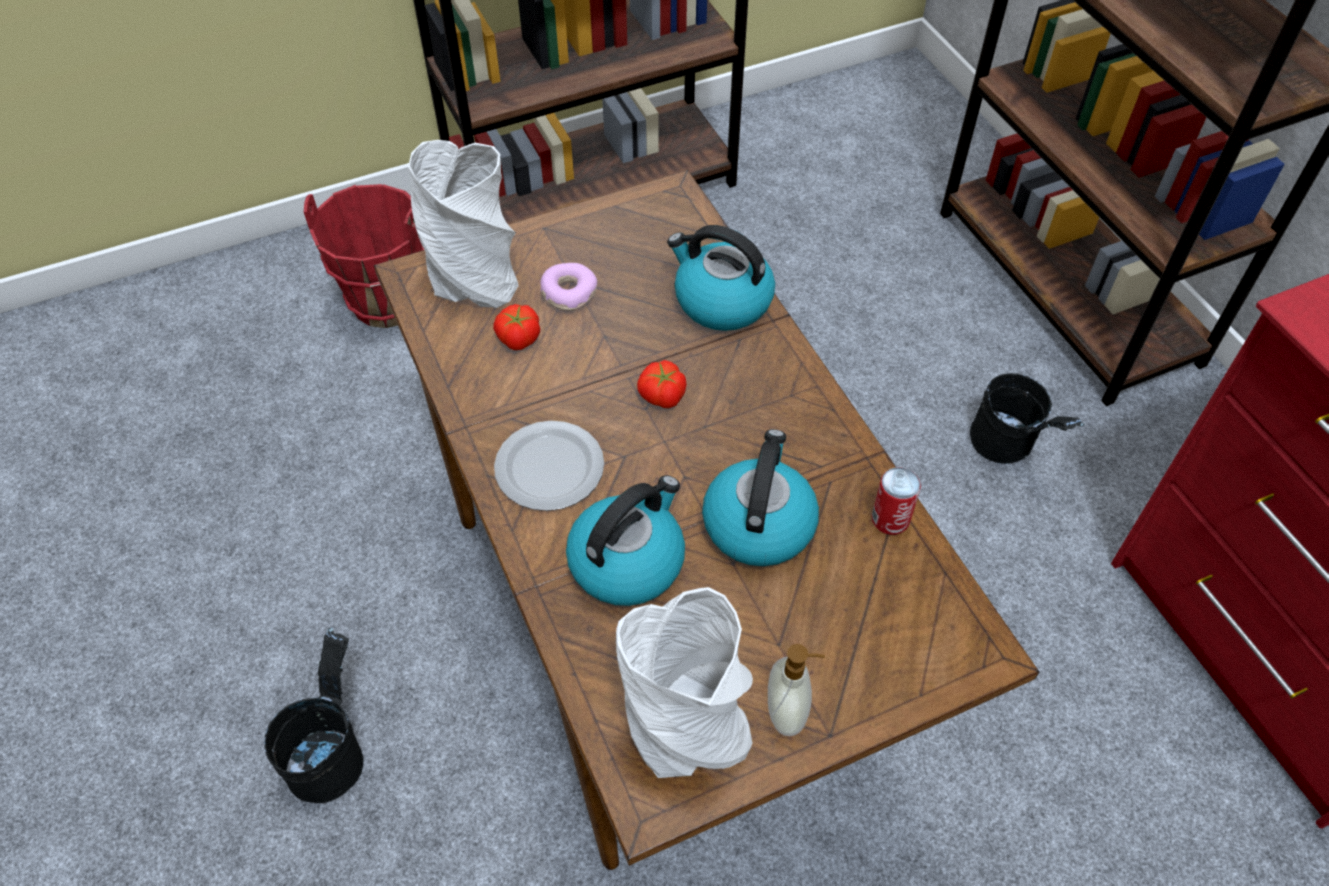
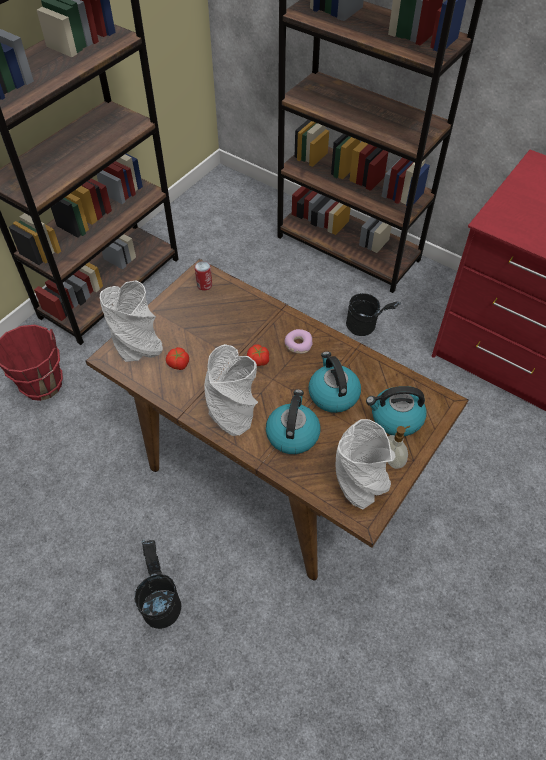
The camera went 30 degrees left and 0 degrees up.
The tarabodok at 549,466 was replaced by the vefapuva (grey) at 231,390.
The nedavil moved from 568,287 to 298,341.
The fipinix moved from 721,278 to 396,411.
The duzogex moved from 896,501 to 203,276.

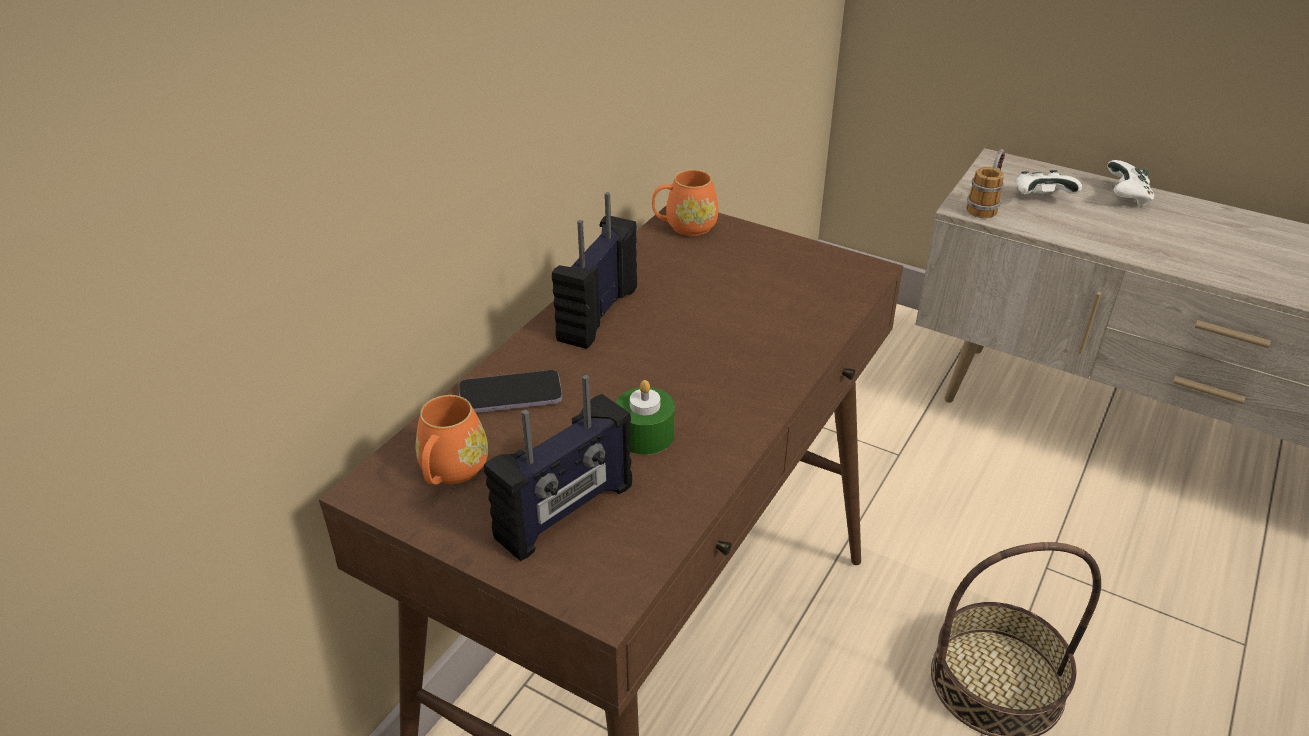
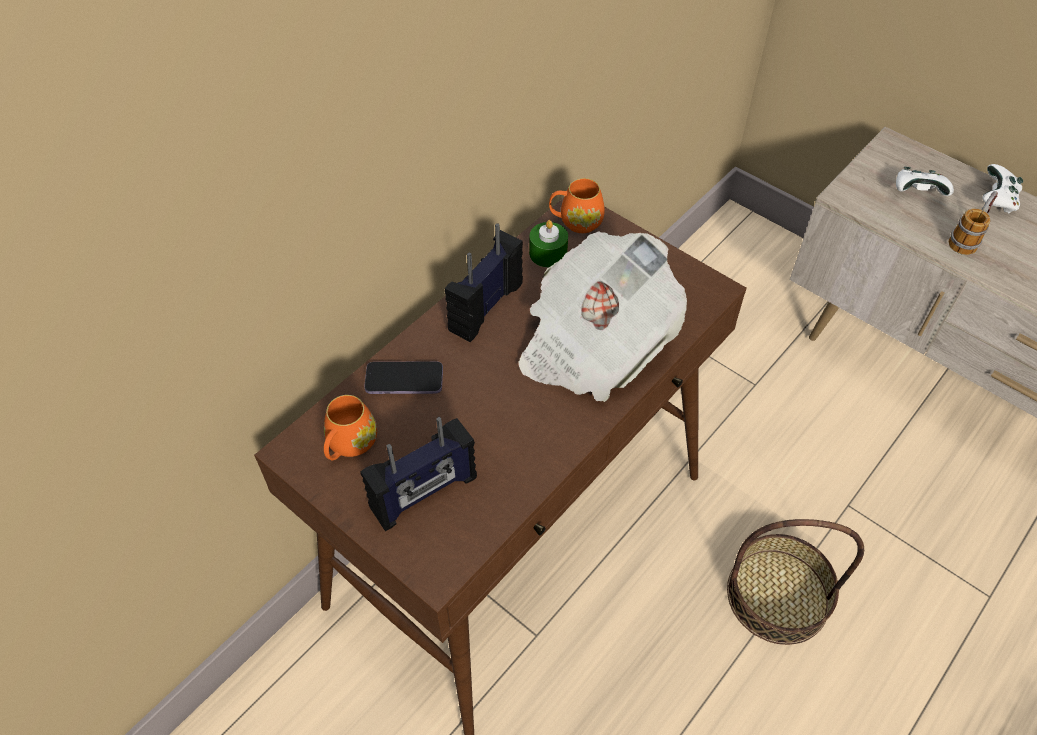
The camera went 10 degrees right and 15 degrees up.
The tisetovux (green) moved from 645,417 to 548,244.
The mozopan moved from 985,183 to 973,223.
The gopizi at 602,317 appeared.

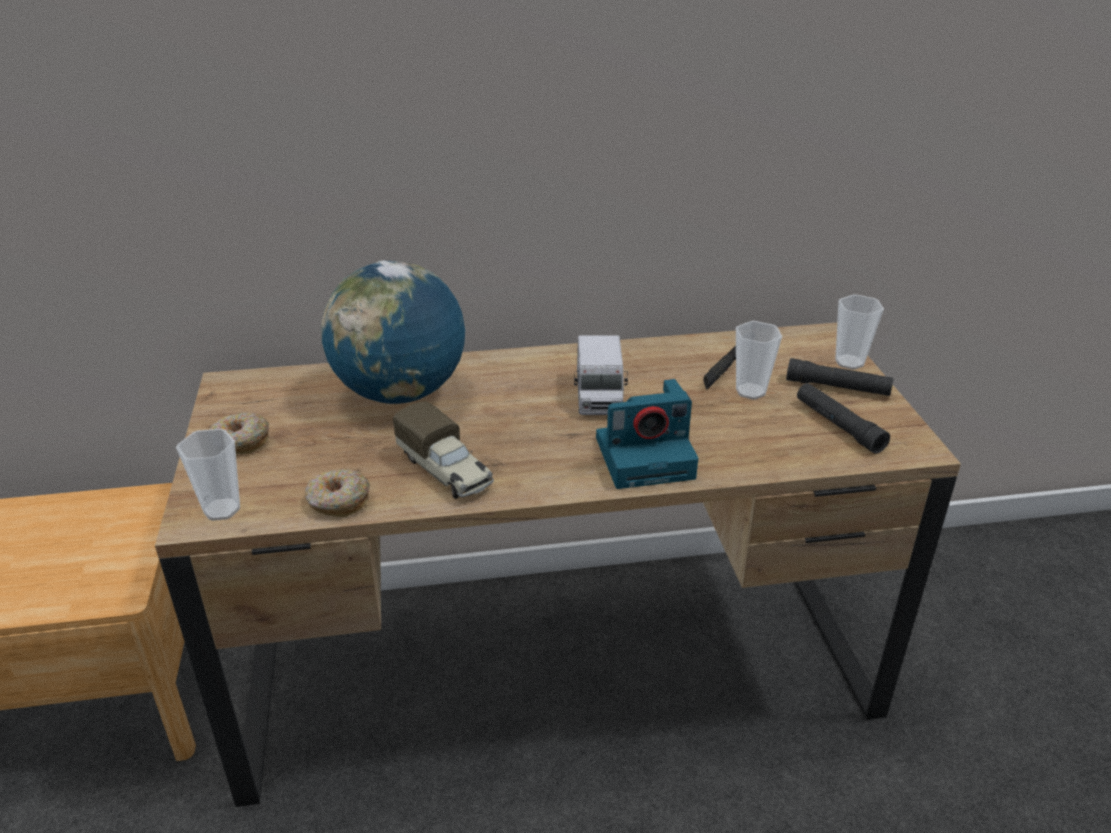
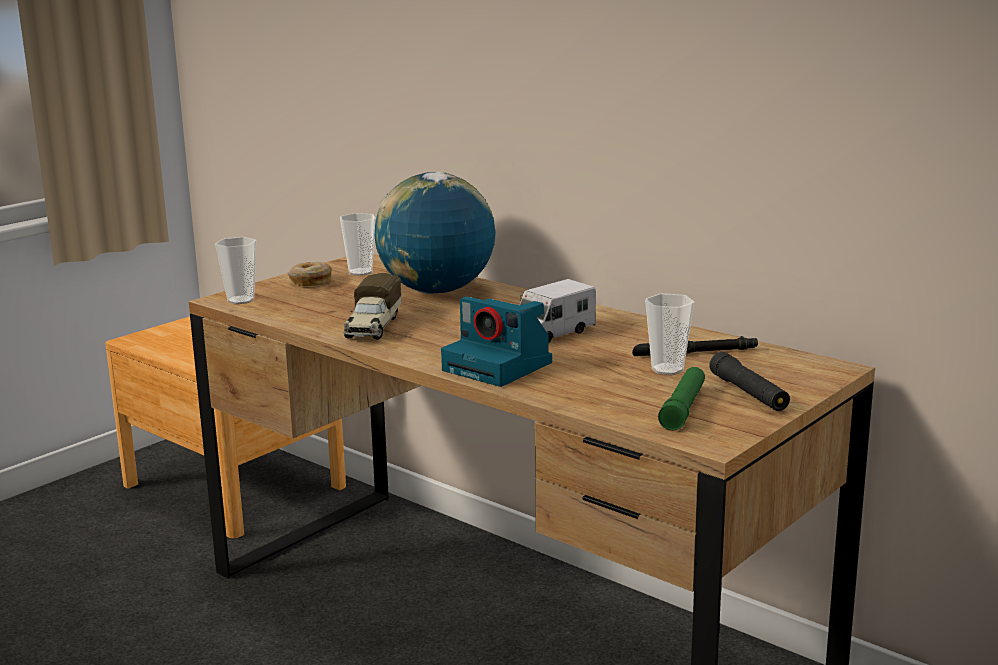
The camera went 50 degrees right and 15 degrees down.
The nedavil at 337,493 disappeared.
The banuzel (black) at 843,418 became the banuzel (green) at 681,399.
The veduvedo moved from 859,332 to 358,244.

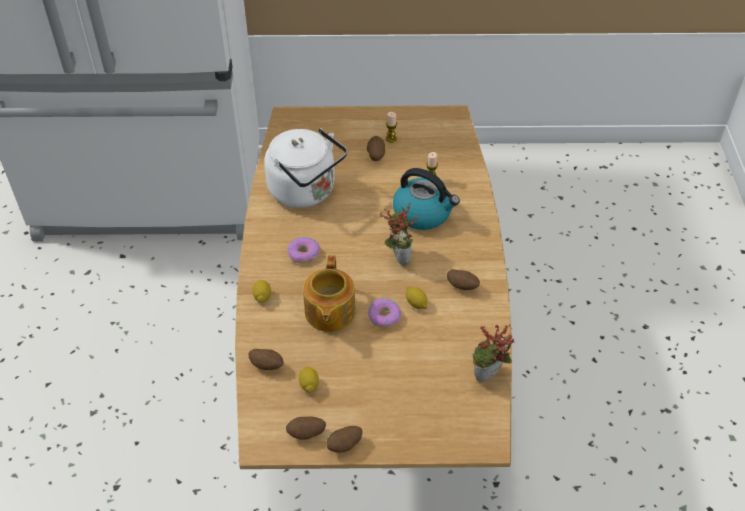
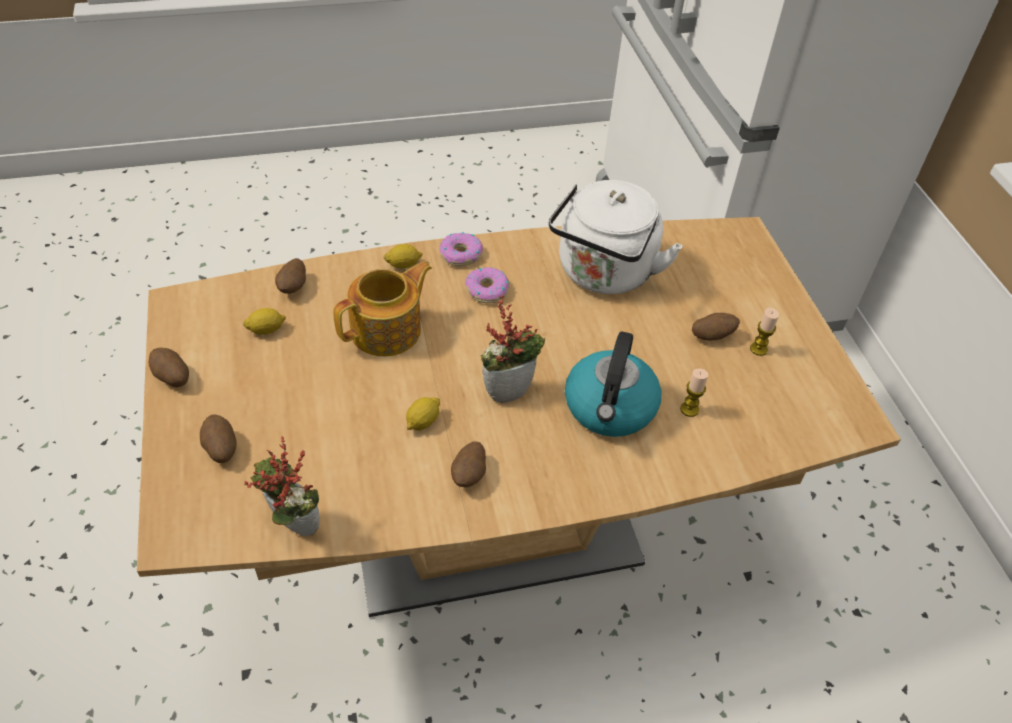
The camera went 75 degrees right and 0 degrees up.
The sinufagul moved from 306,428 to 218,439.
The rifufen at 329,293 turned 150 degrees clockwise.
The nedavil moved from 384,313 to 461,249.

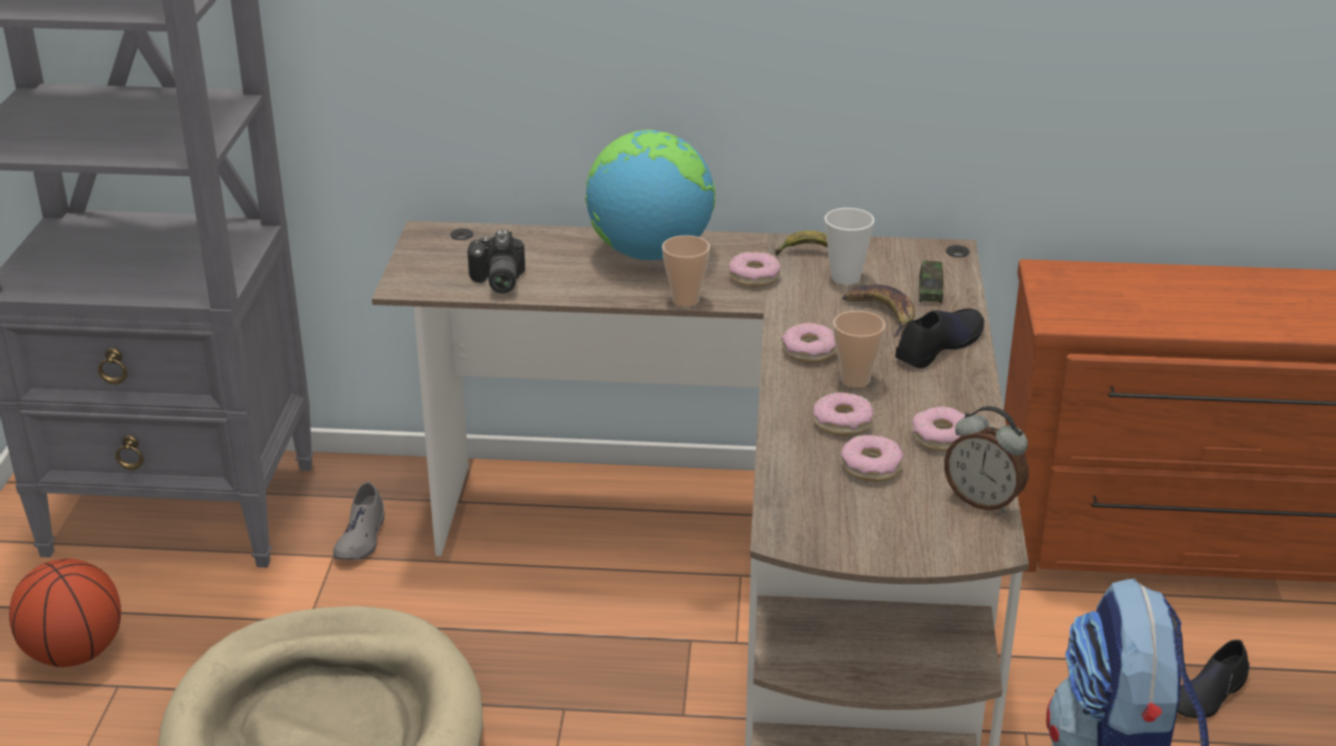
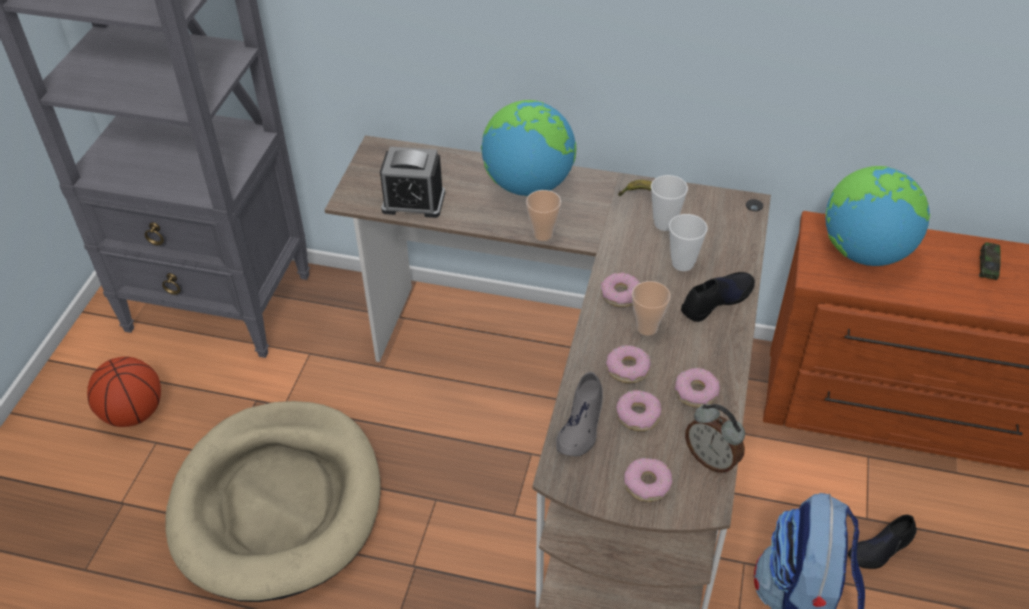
The camera went 10 degrees right and 15 degrees up.
The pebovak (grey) moved from 358,521 to 579,414.
The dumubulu at 496,262 was replaced by the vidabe at 412,182.
The nedavil moved from 755,269 to 648,480.
The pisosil at 878,311 was replaced by the veduvedo at 688,242.
The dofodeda moved from 931,282 to 990,261.
The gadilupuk at 877,216 appeared.

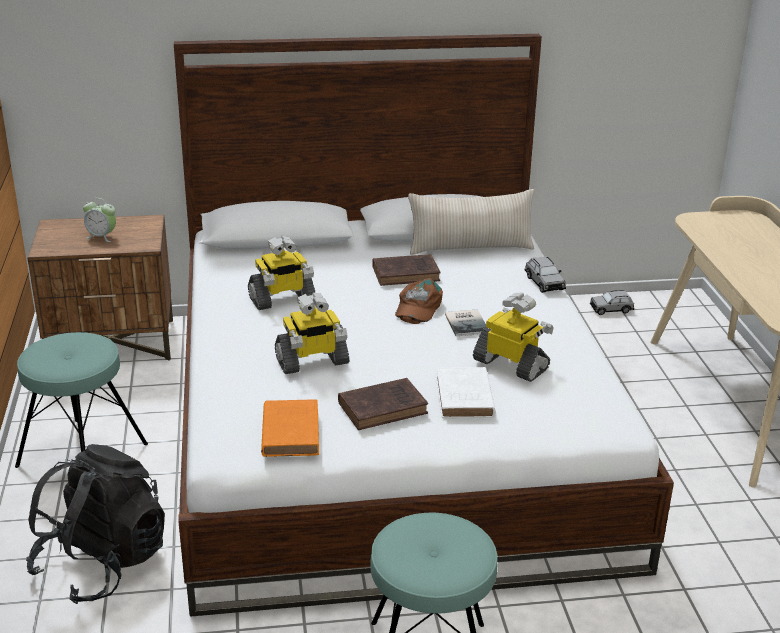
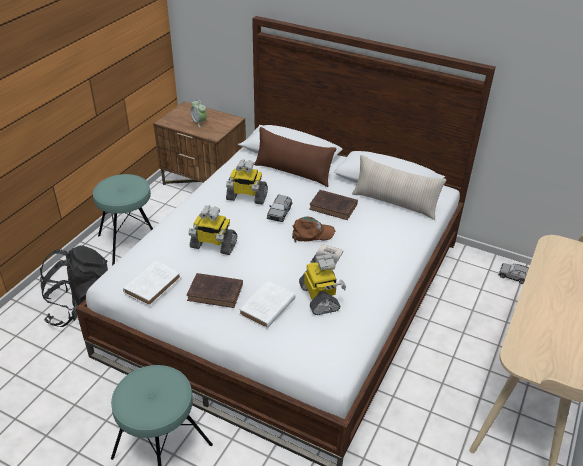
The camera went 35 degrees right and 10 degrees up.
The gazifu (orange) at 290,428 became the gazifu (white) at 152,283.
The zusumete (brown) at 419,301 turned 150 degrees counterclockwise.
The dofodeda (grey) moved from 545,274 to 279,208.
The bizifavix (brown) at 295,157 appeared.

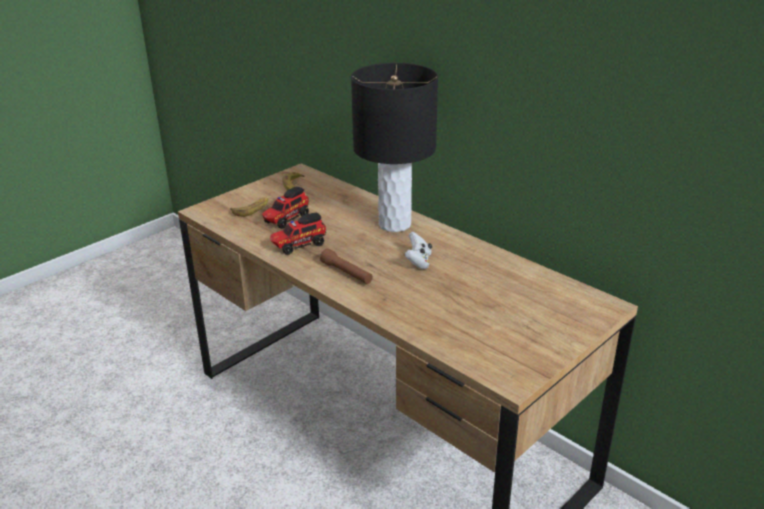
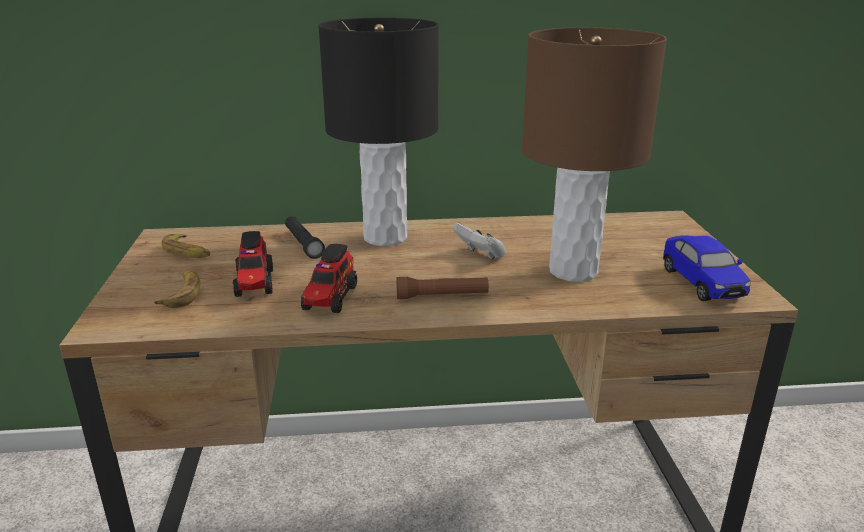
The camera went 50 degrees left and 5 degrees down.
The banuzel (black) at 305,237 appeared.
The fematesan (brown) at 594,154 appeared.
The dofodeda at 707,268 appeared.

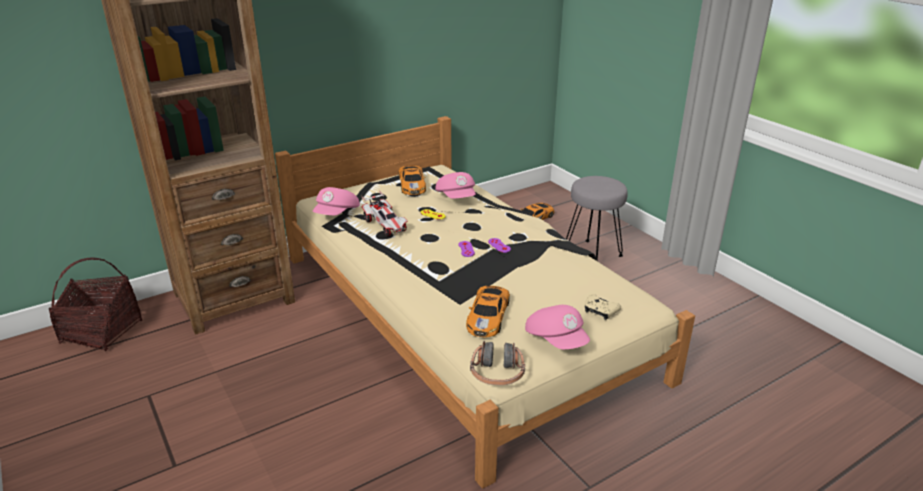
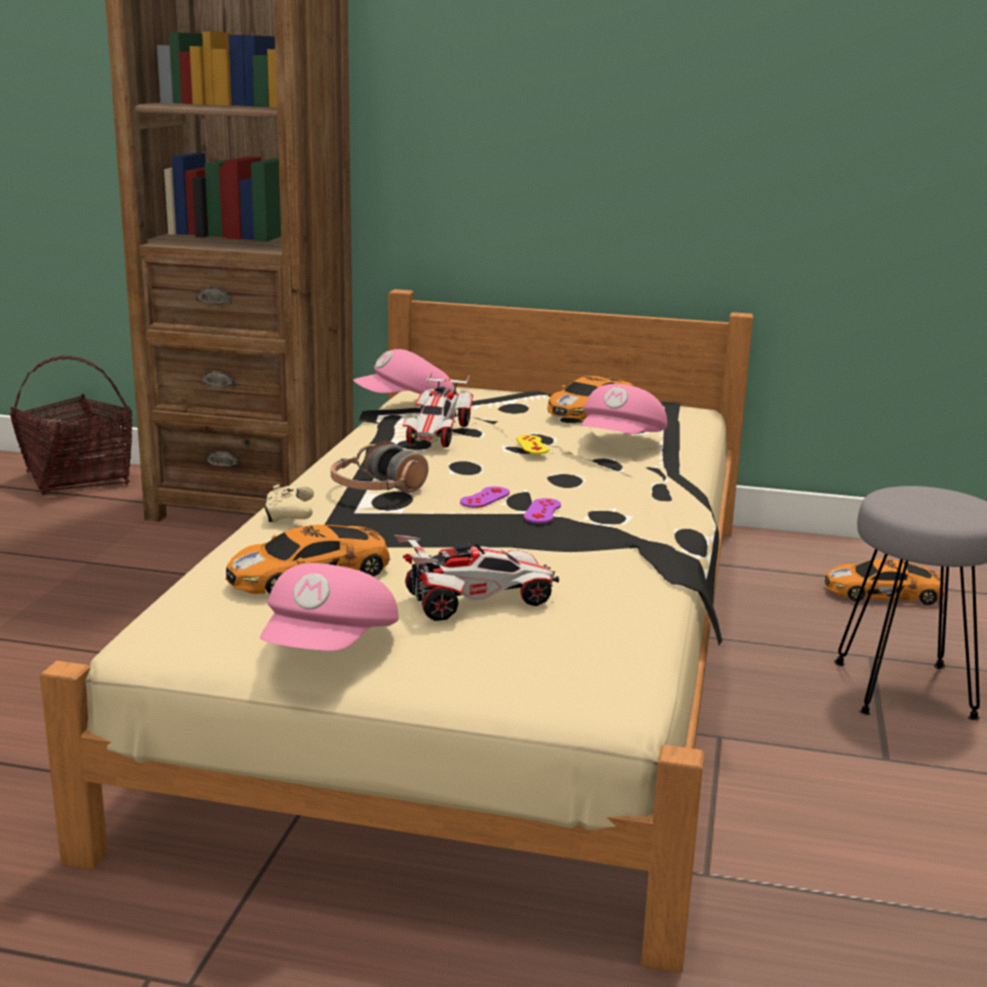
The camera went 45 degrees right and 10 degrees down.
The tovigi moved from 497,363 to 380,467.
The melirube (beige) moved from 603,307 to 289,503.
The dofodeda at 476,578 appeared.

